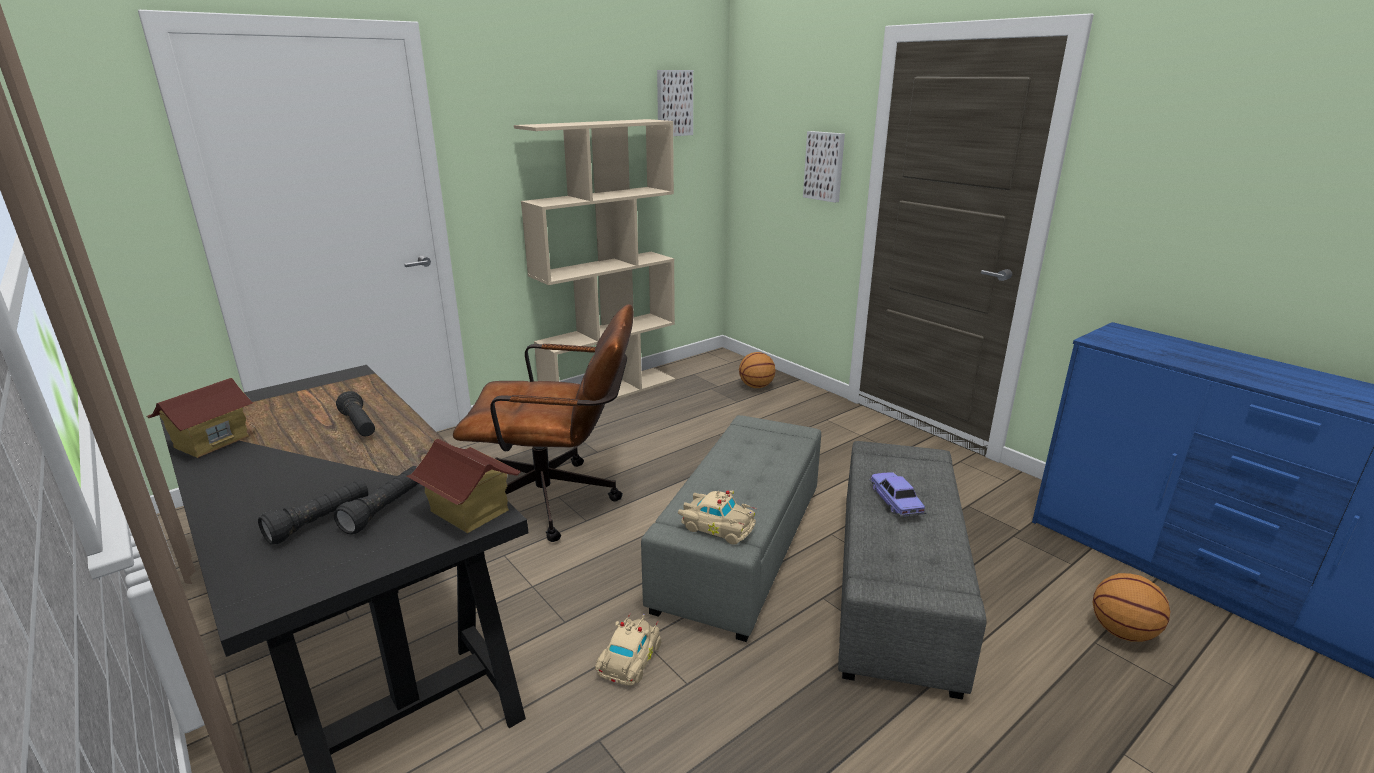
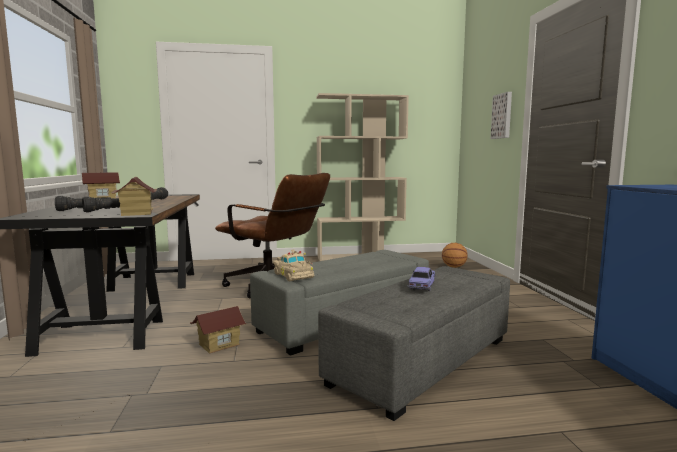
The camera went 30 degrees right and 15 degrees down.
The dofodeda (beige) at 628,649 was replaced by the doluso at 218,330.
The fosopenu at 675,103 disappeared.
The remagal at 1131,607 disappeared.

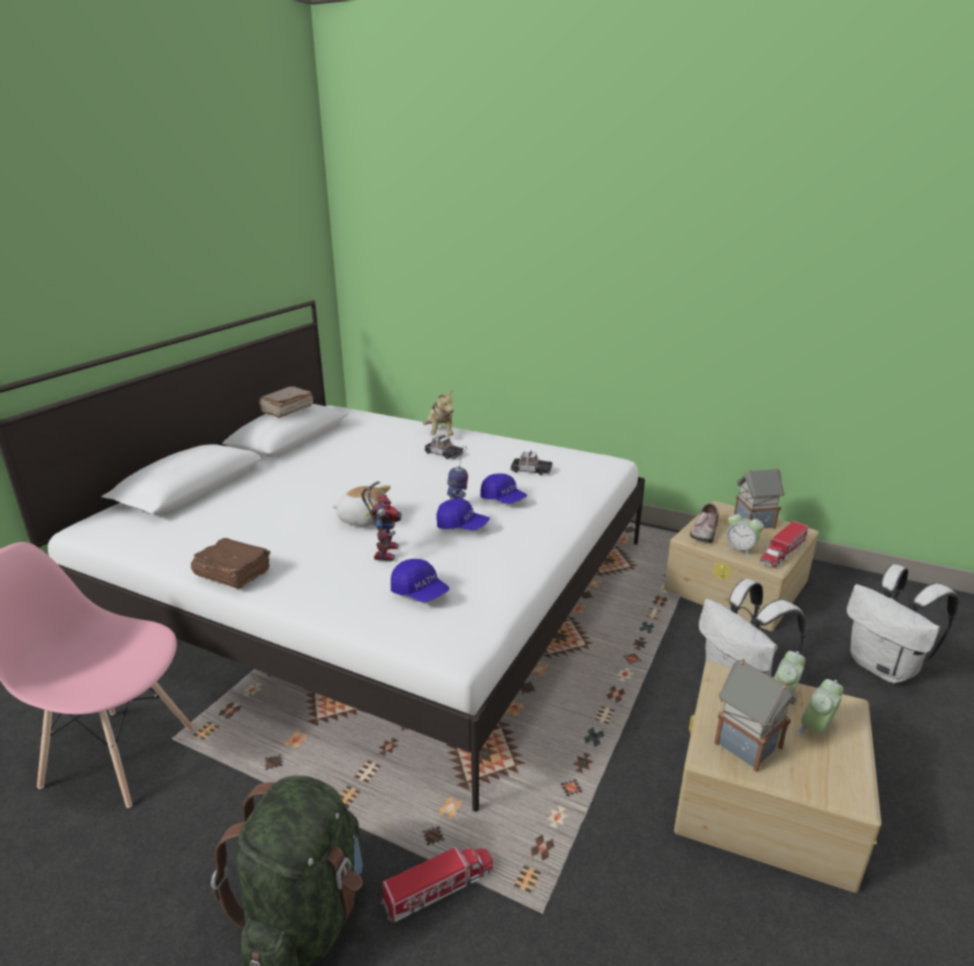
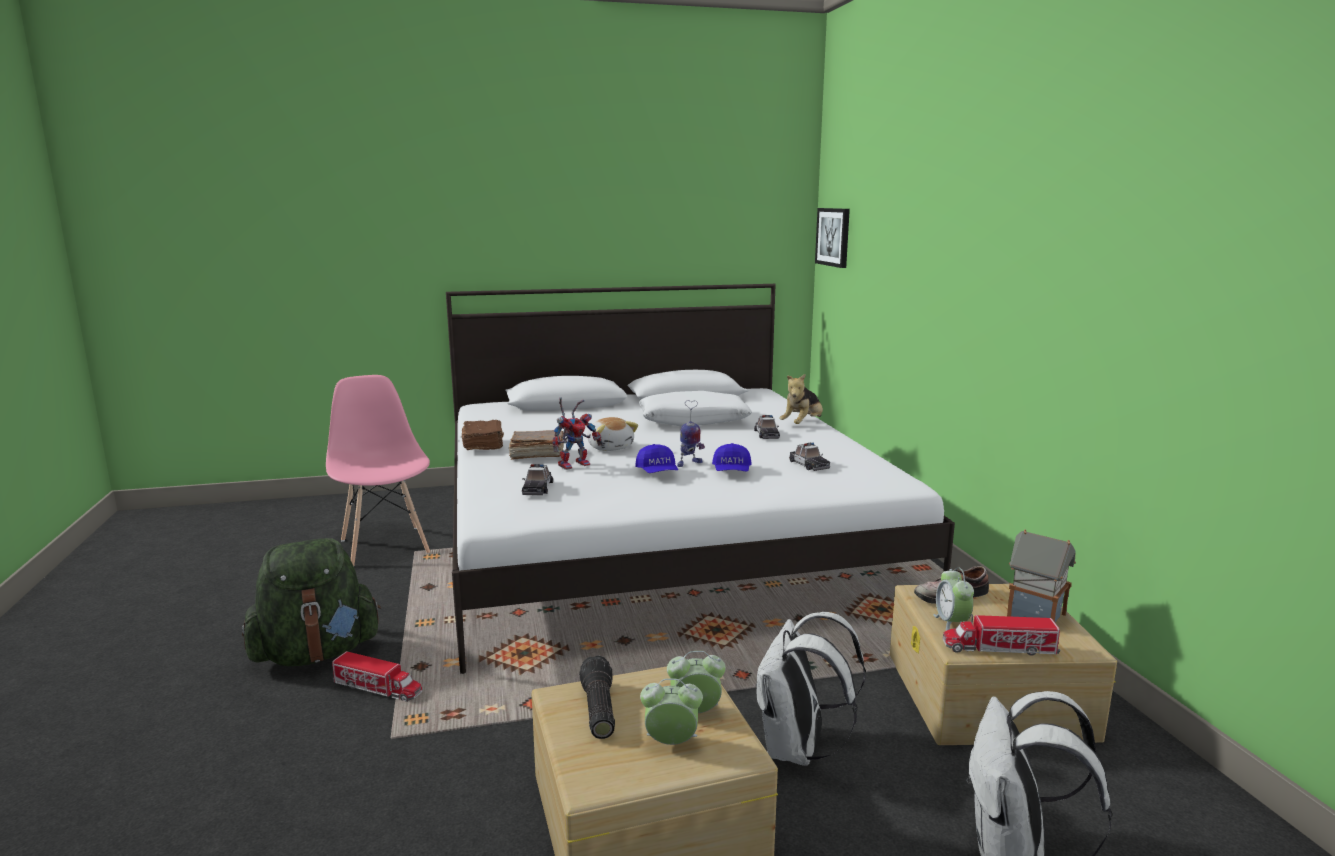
The camera went 50 degrees right and 10 degrees down.
The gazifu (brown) moved from 286,402 to 536,445.
The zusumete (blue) at 420,580 was replaced by the dofodeda at 537,479.
The doluso at 755,715 was replaced by the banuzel at 597,697.
The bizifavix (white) at 695,409 appeared.
The fosopenu at 832,238 appeared.

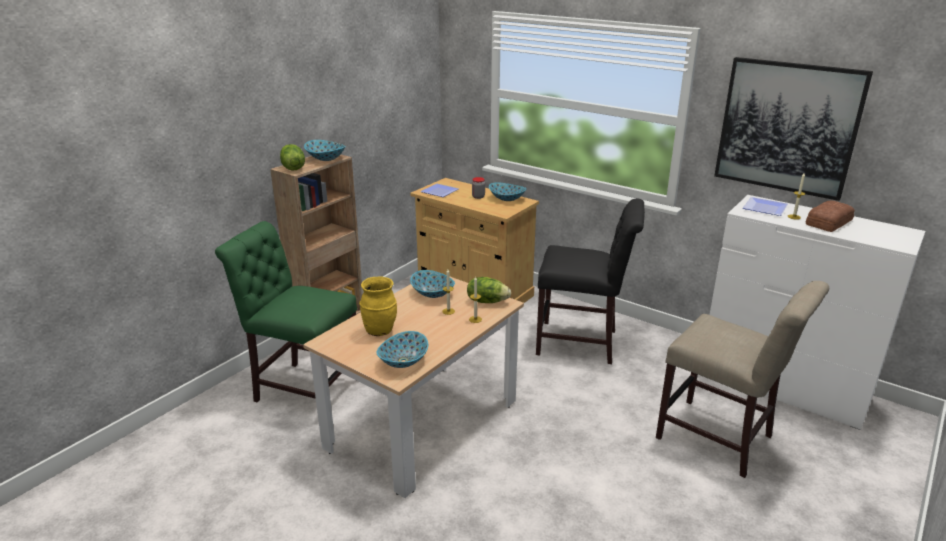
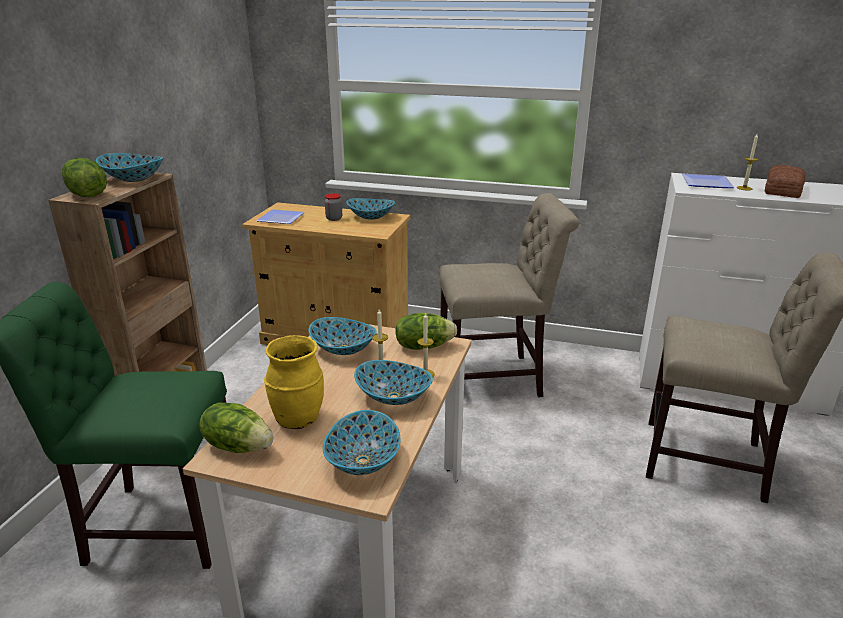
The camera went 20 degrees left and 0 degrees up.
The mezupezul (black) at 590,281 became the mezupezul (beige) at 509,295.
The fosopenu at 793,129 disappeared.
The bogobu at 236,427 appeared.
The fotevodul at 393,382 appeared.

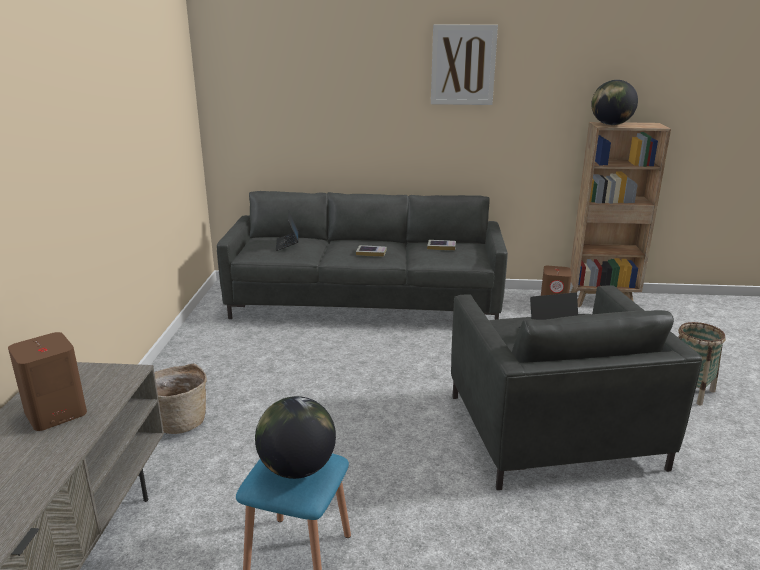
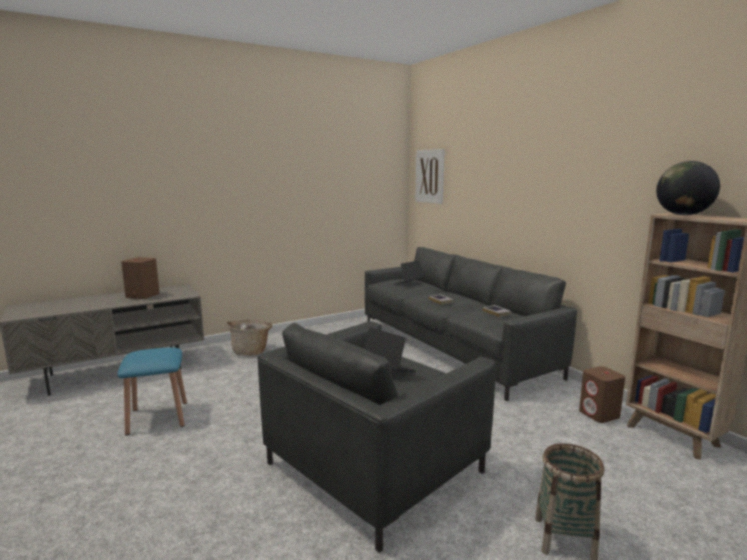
The camera went 55 degrees right and 10 degrees down.
The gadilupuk at 295,437 disappeared.
The fosopenu moved from 464,64 to 430,176.

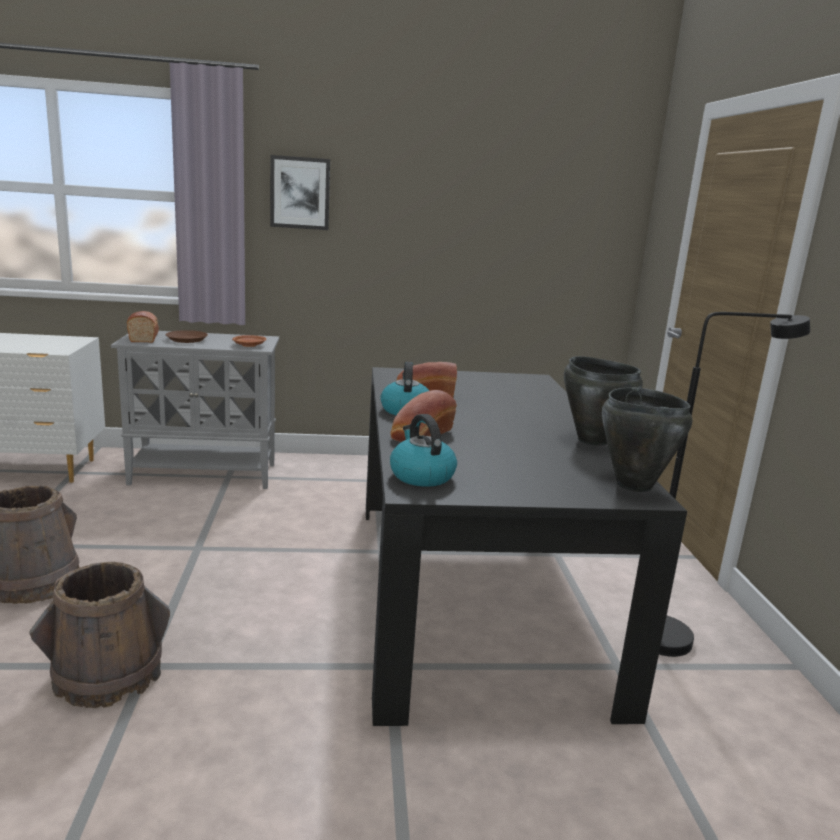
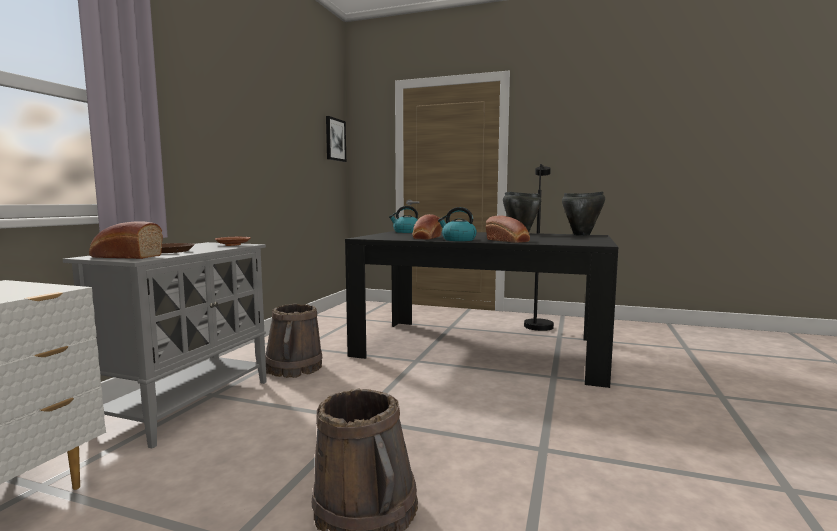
The camera went 65 degrees left and 10 degrees down.
The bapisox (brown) moved from 99,634 to 293,341.
The fosopenu moved from 300,192 to 336,139.
The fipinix moved from 423,450 to 403,219.

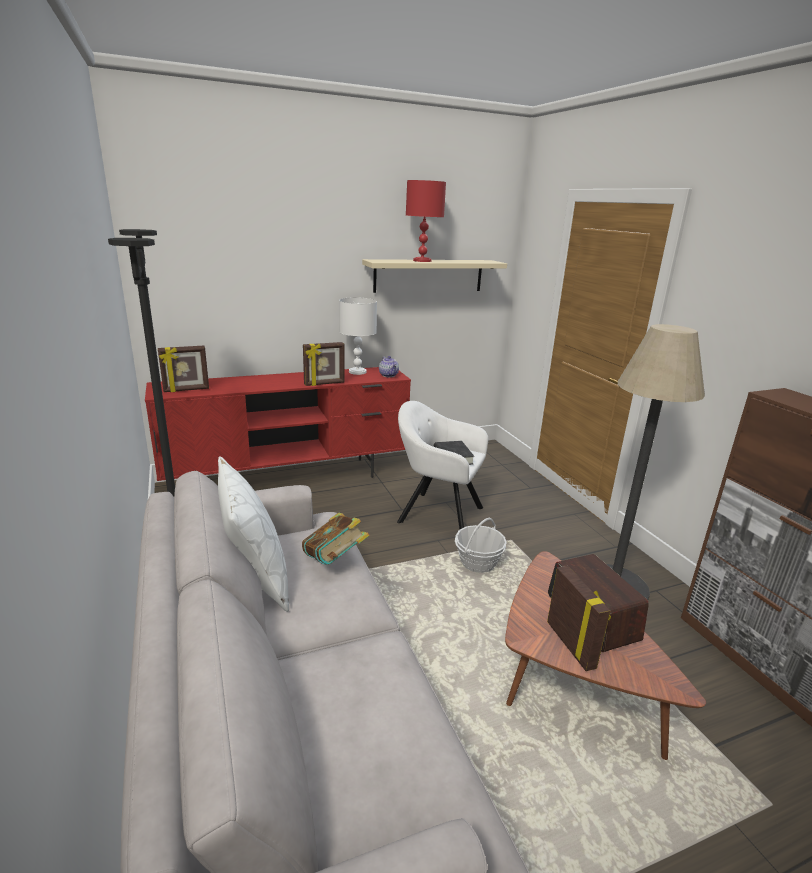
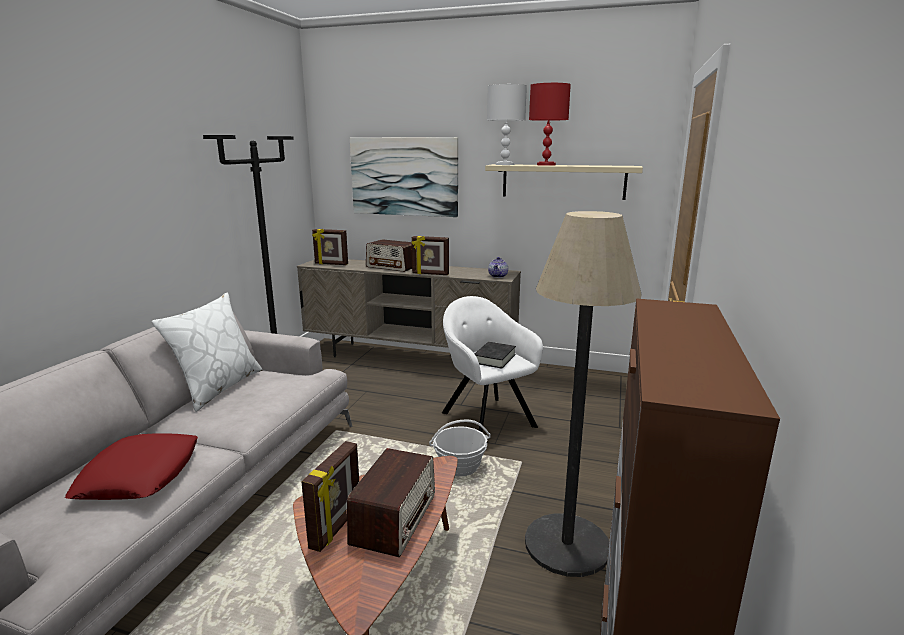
The camera went 40 degrees right and 5 degrees down.
The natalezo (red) at 278,424 became the natalezo (beige) at 409,308.
The gazifu at 336,538 disappeared.
The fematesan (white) moved from 358,336 to 507,124.
The bizifavix (red) at 131,466 appeared.
The fosopenu at 404,177 appeared.
The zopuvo at 389,255 appeared.

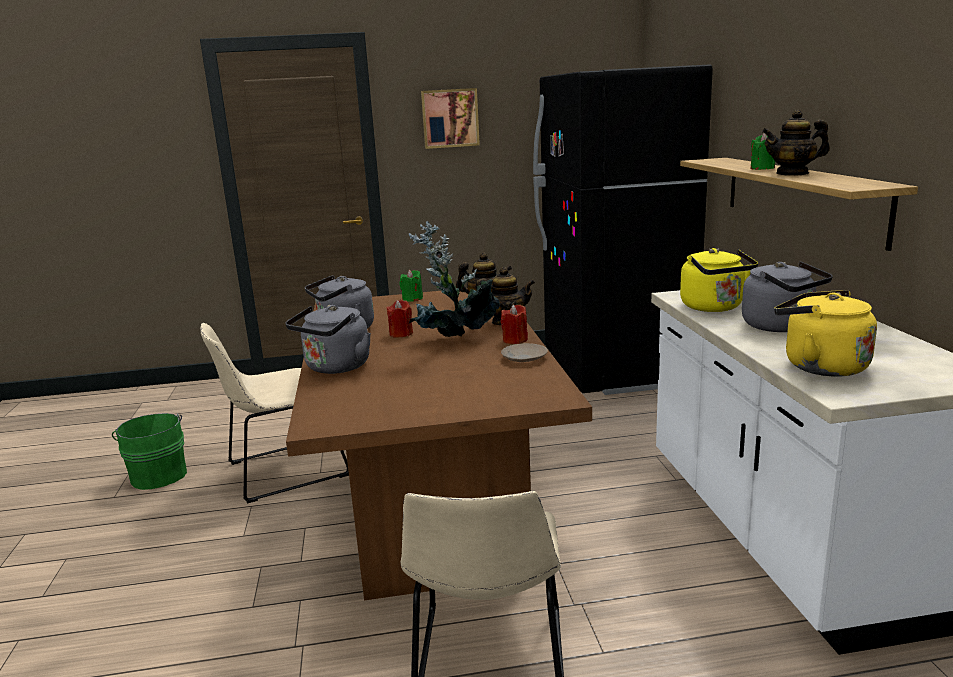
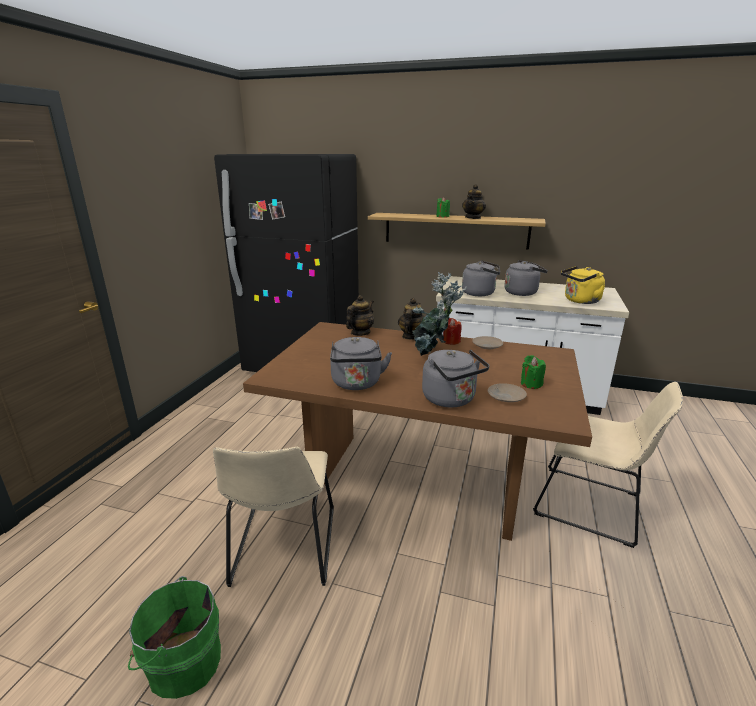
The camera went 65 degrees left and 5 degrees up.
The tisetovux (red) at 399,319 disappeared.
The tisetovux (green) moved from 411,286 to 533,372.
The fosopenu at 450,118 disappeared.
The fipinix (yellow) at 719,280 became the fipinix (grey) at 481,278.
The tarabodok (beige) at 507,392 appeared.

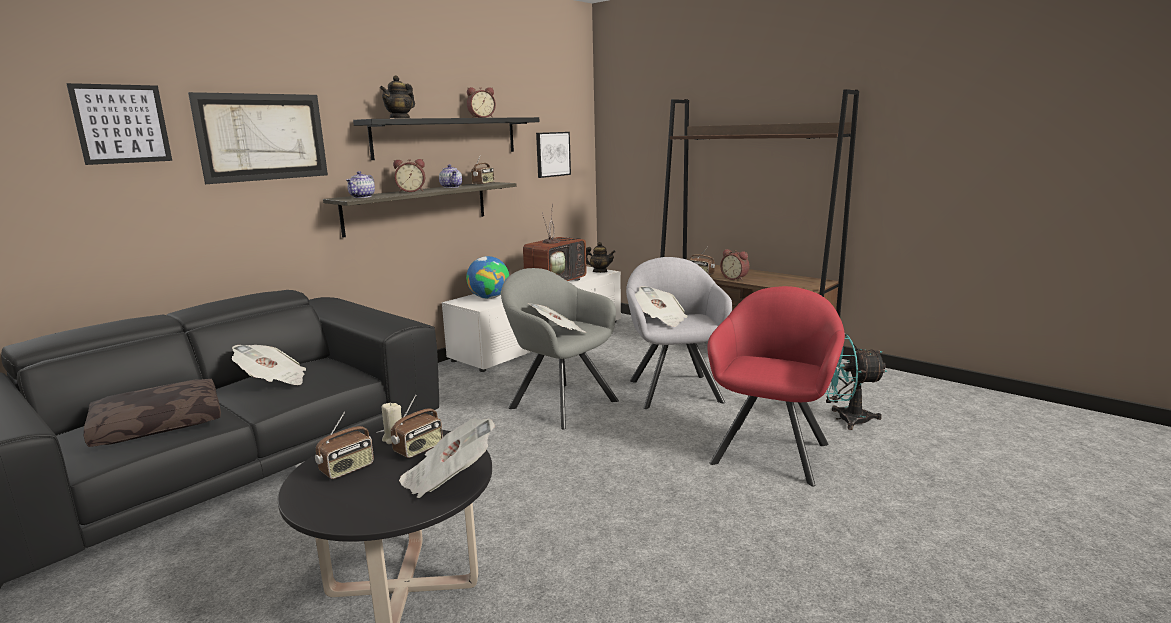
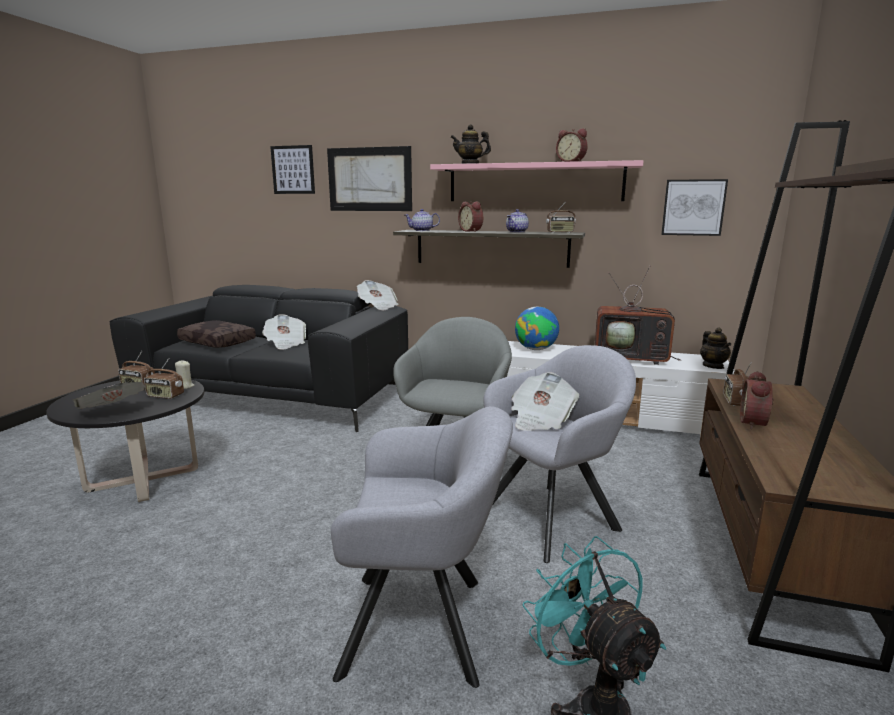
The camera went 65 degrees right and 0 degrees up.
The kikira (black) at 446,138 became the kikira (pink) at 537,180.
The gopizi moved from 557,318 to 378,295.
The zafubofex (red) at 776,386 became the zafubofex (grey) at 422,547.

